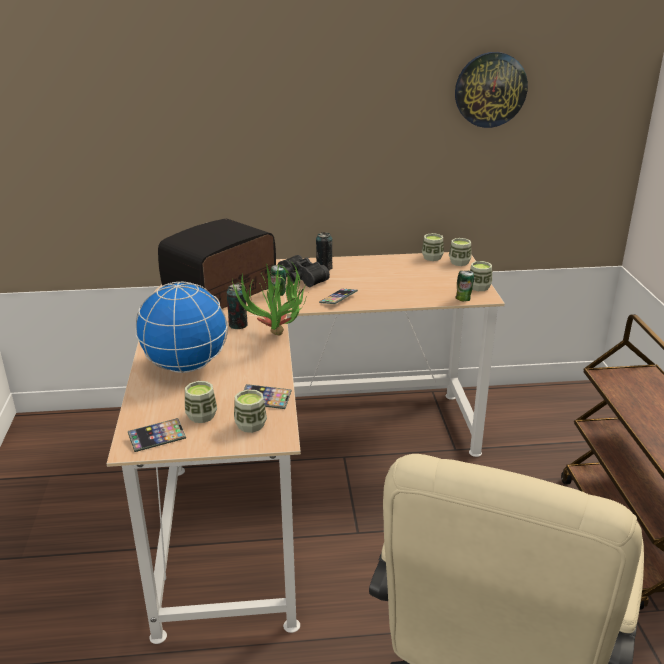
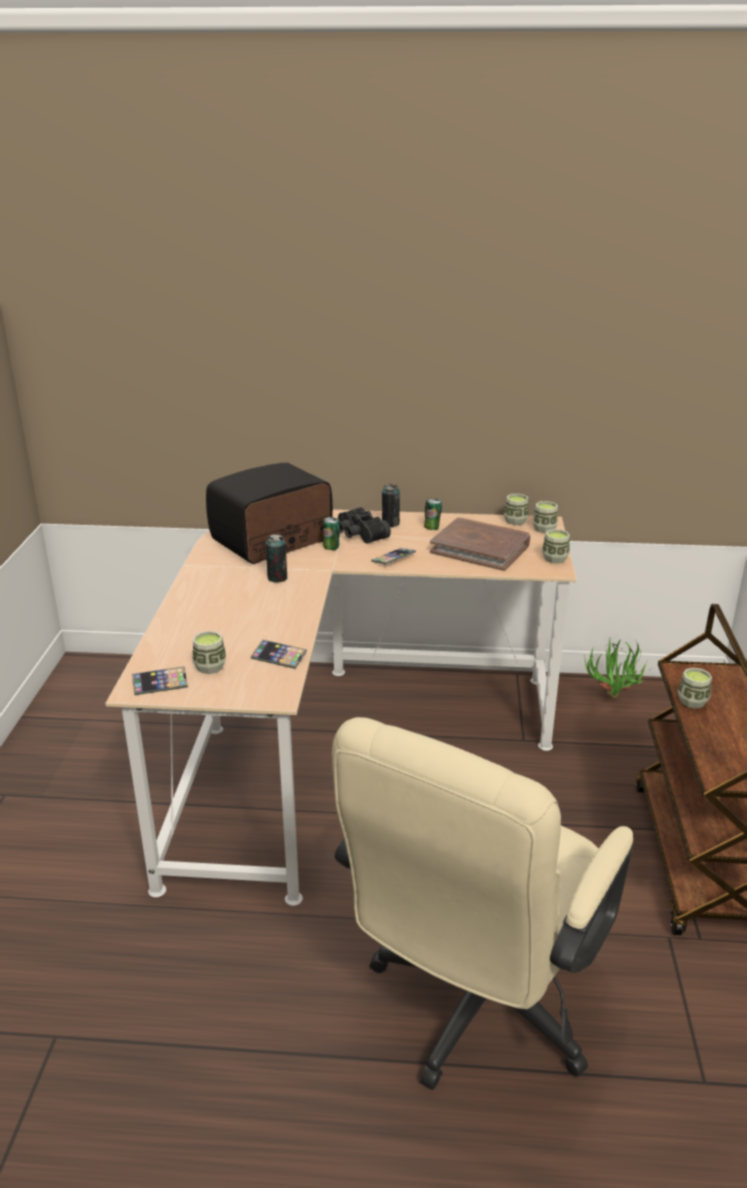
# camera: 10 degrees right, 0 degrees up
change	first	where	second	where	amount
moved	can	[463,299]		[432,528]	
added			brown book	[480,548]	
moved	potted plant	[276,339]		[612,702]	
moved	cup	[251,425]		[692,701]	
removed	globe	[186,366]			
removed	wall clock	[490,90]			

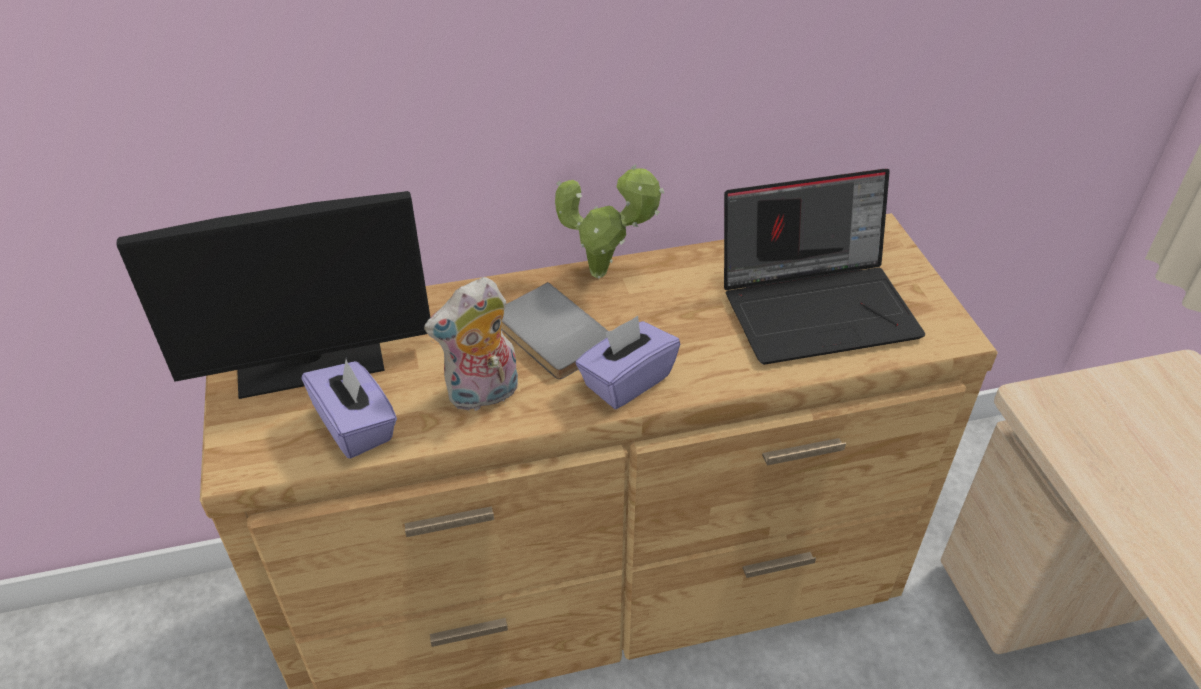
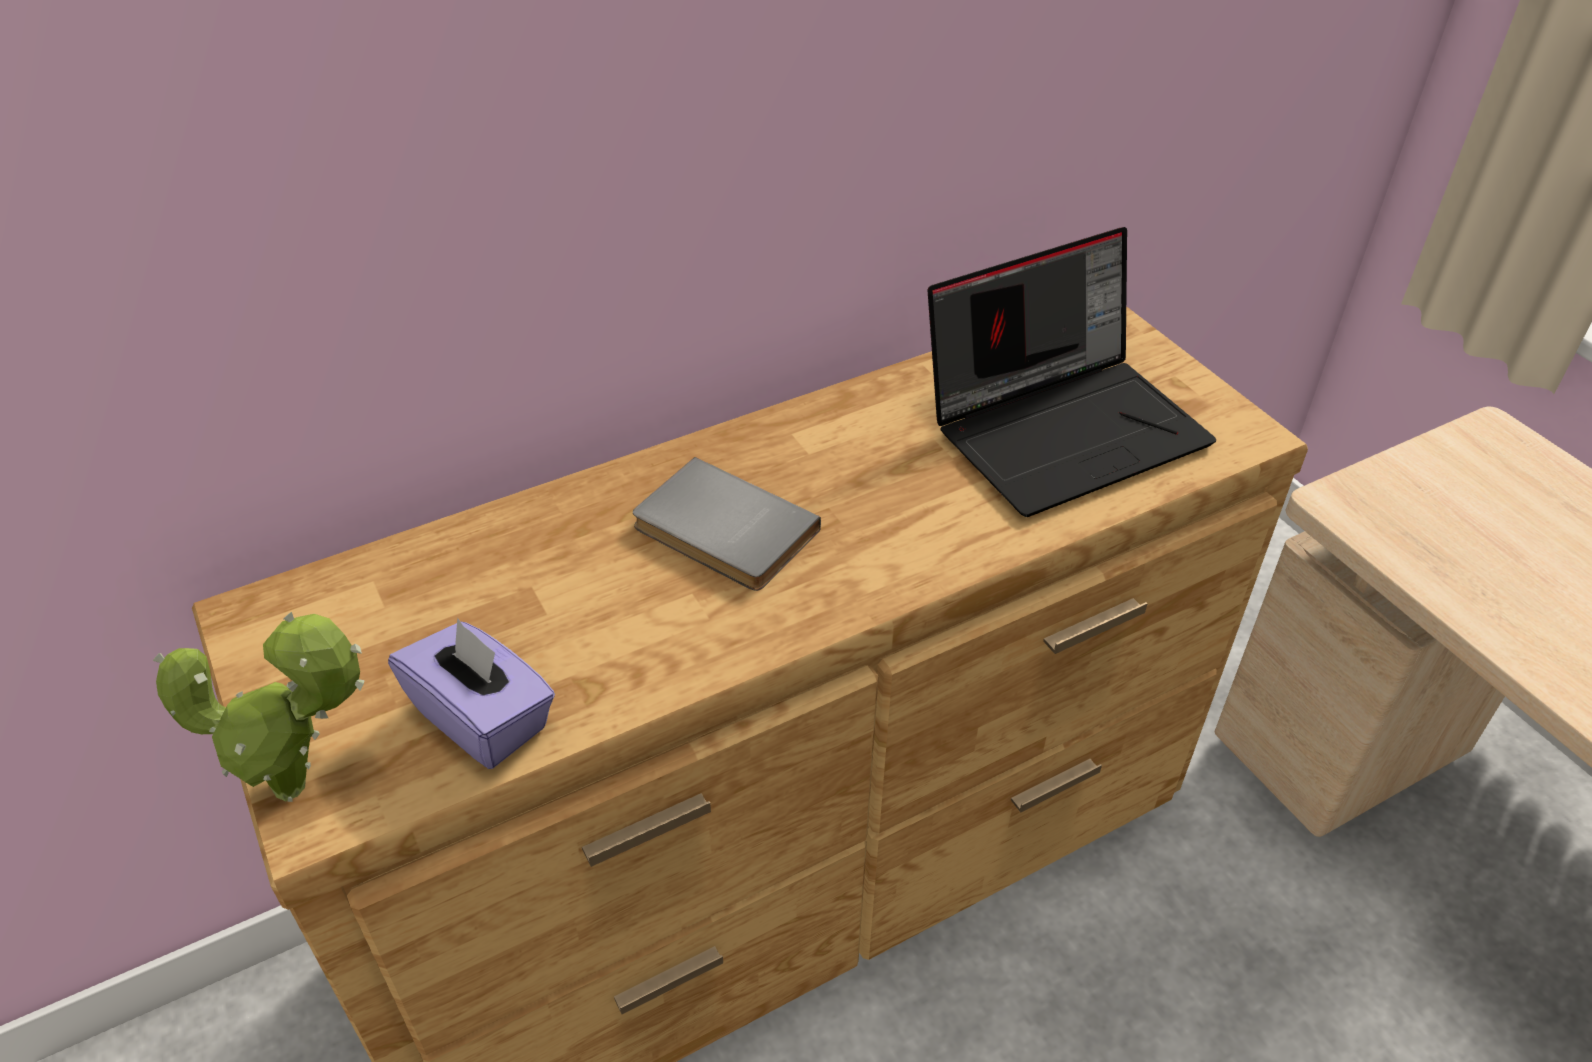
# camera: 15 degrees left, 0 degrees up
change	first	where	second	where	amount
moved	potted plant	[605,273]		[302,786]	
removed	monitor	[310,362]			
removed	plush toy	[483,395]			
removed	purple tissue box	[626,381]			

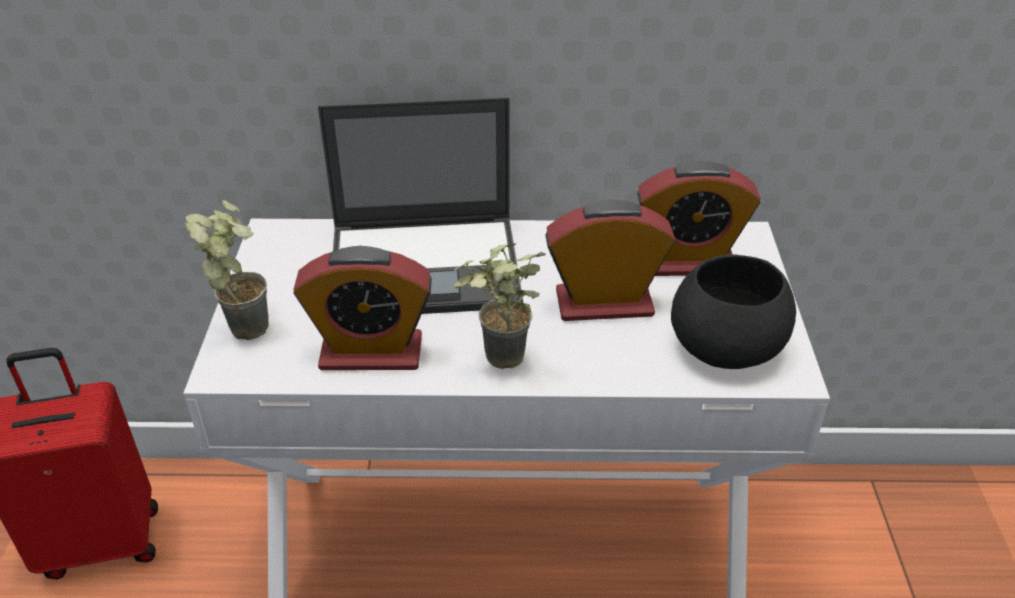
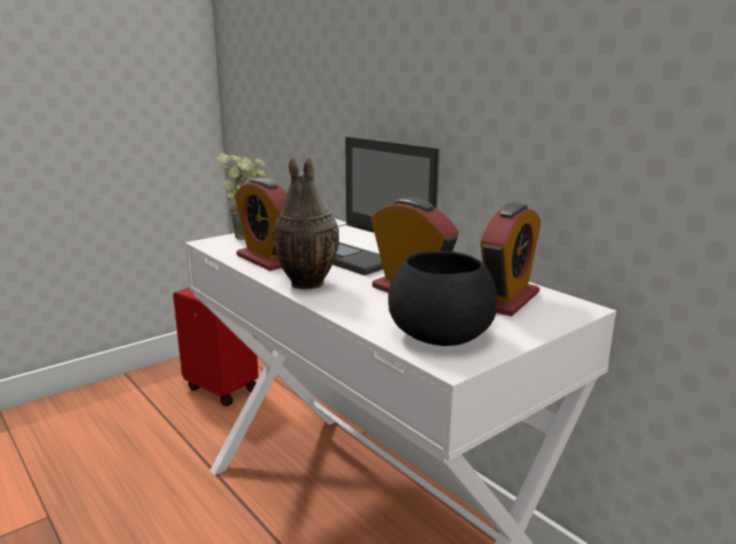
# camera: 50 degrees right, 20 degrees down
change	first	where	second	where	amount
replaced	potted plant	[497,363]	vase	[305,284]	
turned	alarm clock	[688,262]		[506,300]	105 degrees counterclockwise

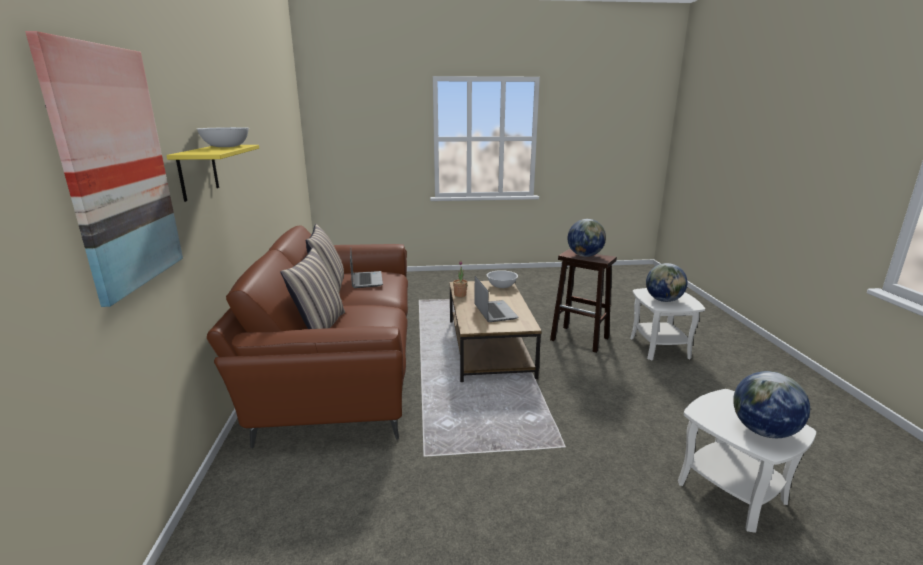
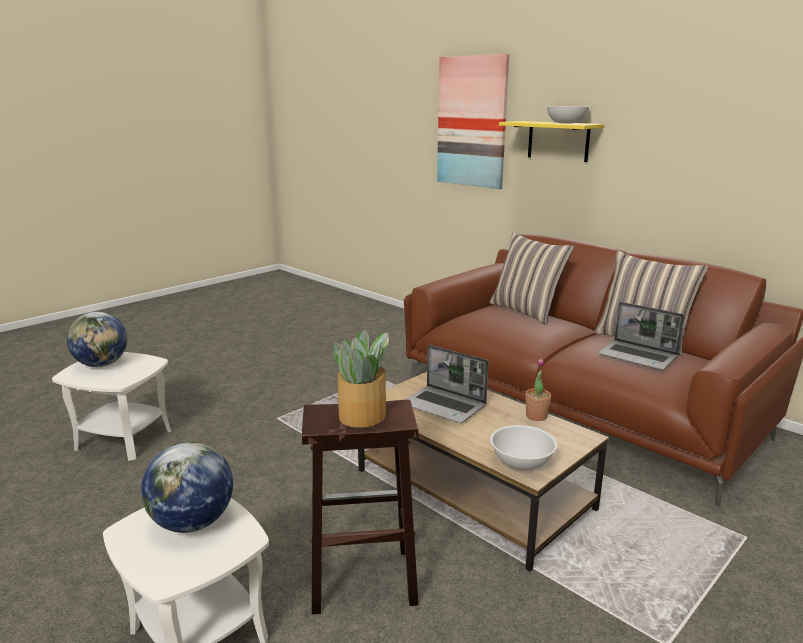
# camera: 140 degrees right, 0 degrees up
change	first	where	second	where	amount
replaced	globe	[585,255]	potted plant	[363,415]	

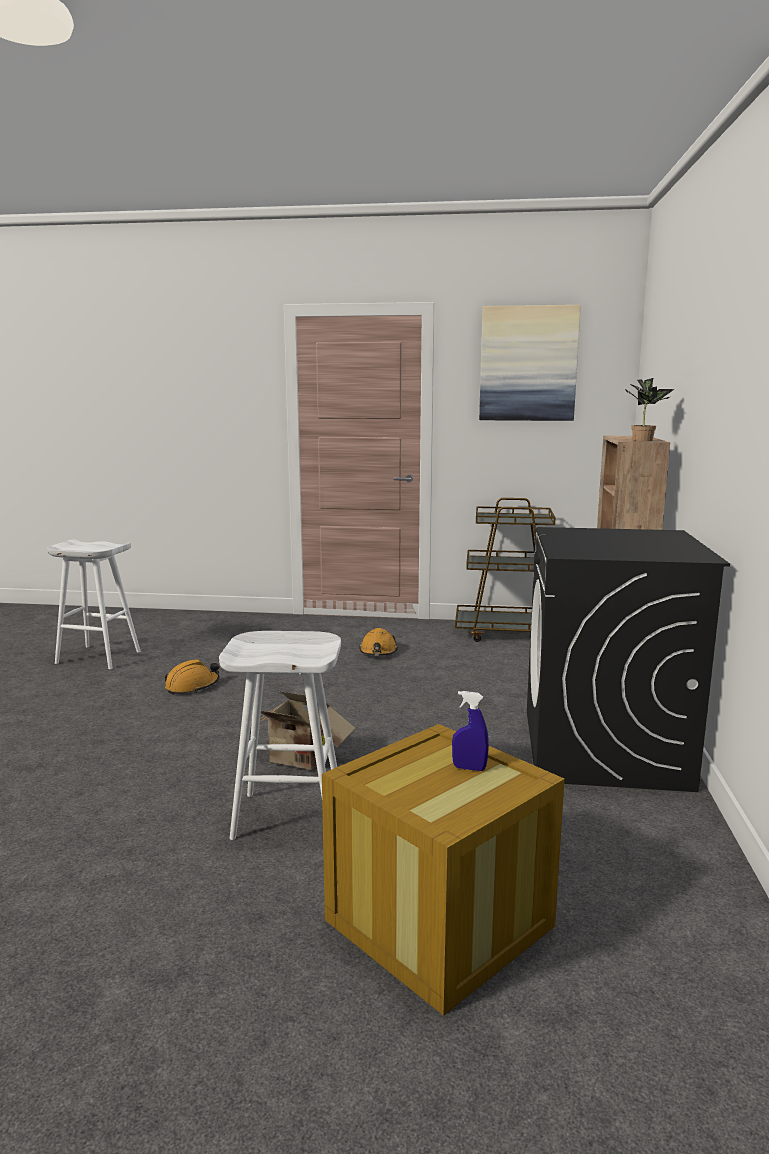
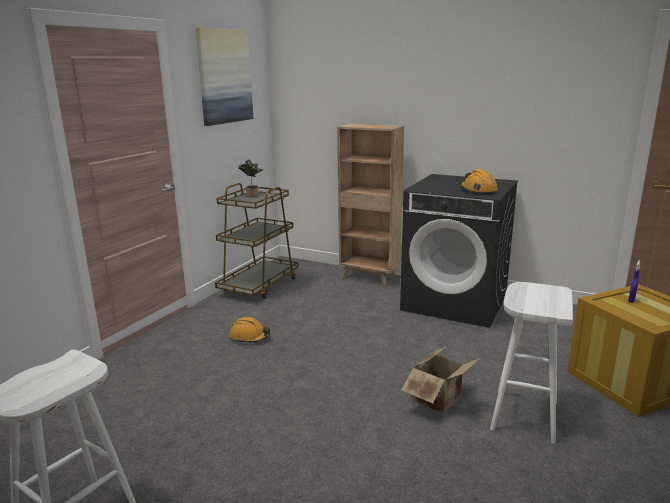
# camera: 70 degrees left, 5 degrees up
change	first	where	second	where	amount
moved	potted plant	[644,440]		[252,194]	
moved	orange hard hat	[192,686]		[478,190]	

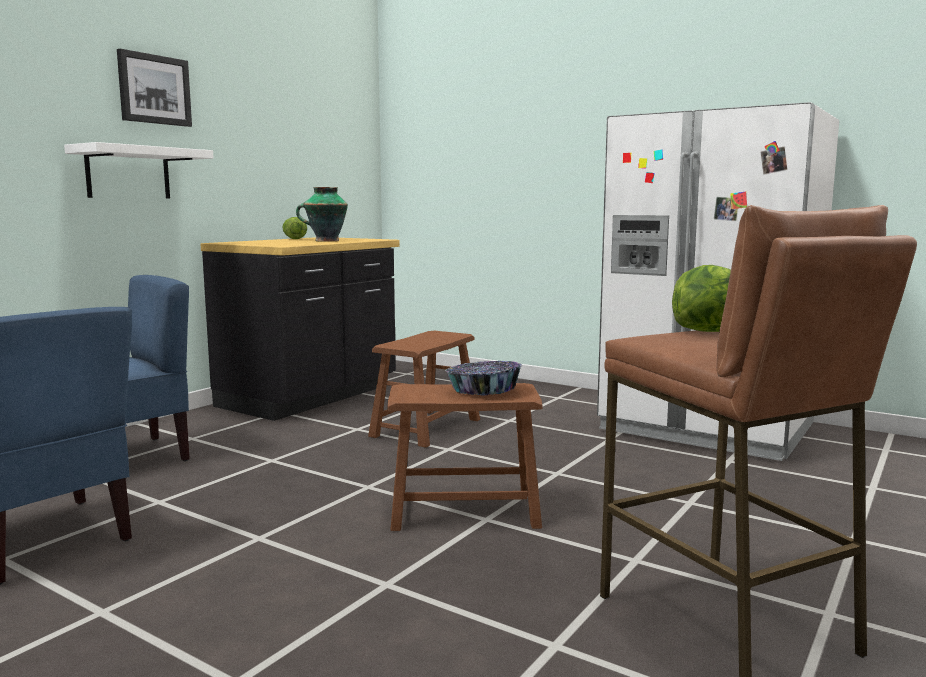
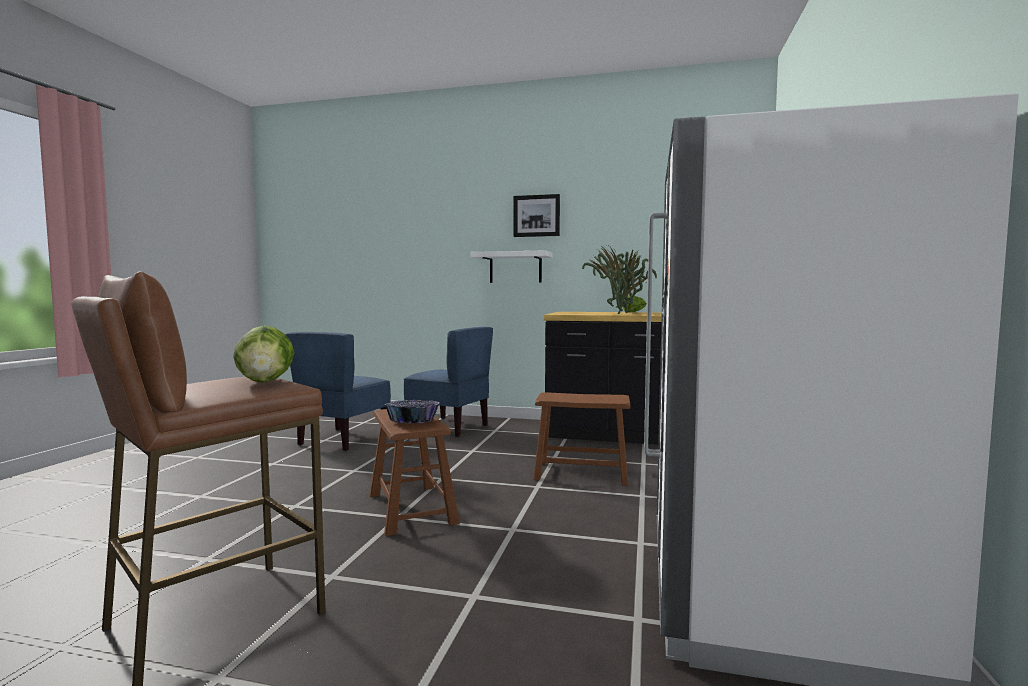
# camera: 70 degrees right, 5 degrees down
change	first	where	second	where	amount
replaced	vase	[325,241]	potted plant	[620,313]	

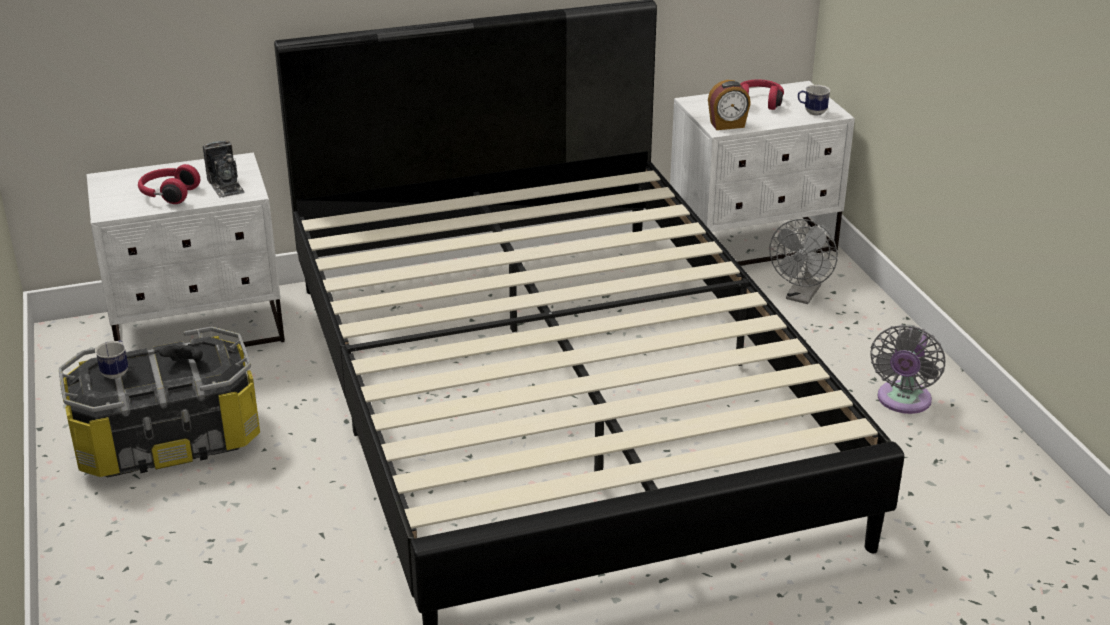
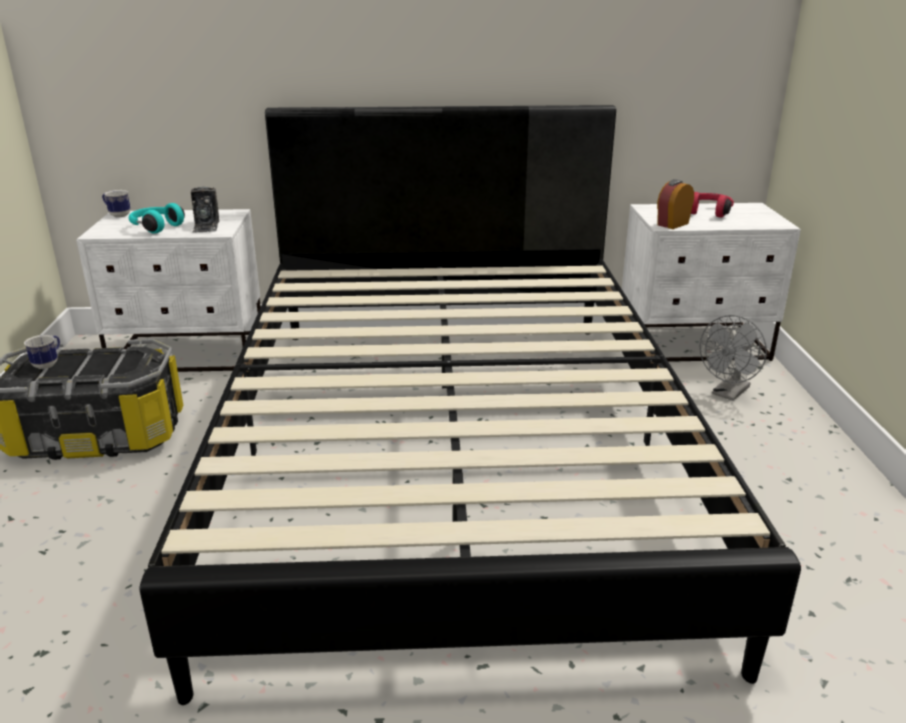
# camera: 15 degrees right, 5 degrees down
change	first	where	second	where	amount
moved	mug	[812,112]		[117,215]	
recoloured	red headphones	[168,194]	turquoise headphones	[156,227]	
turned	alarm clock	[727,125]		[672,224]	135 degrees clockwise
removed	black game controller	[185,364]			
removed	grey fan	[902,401]			

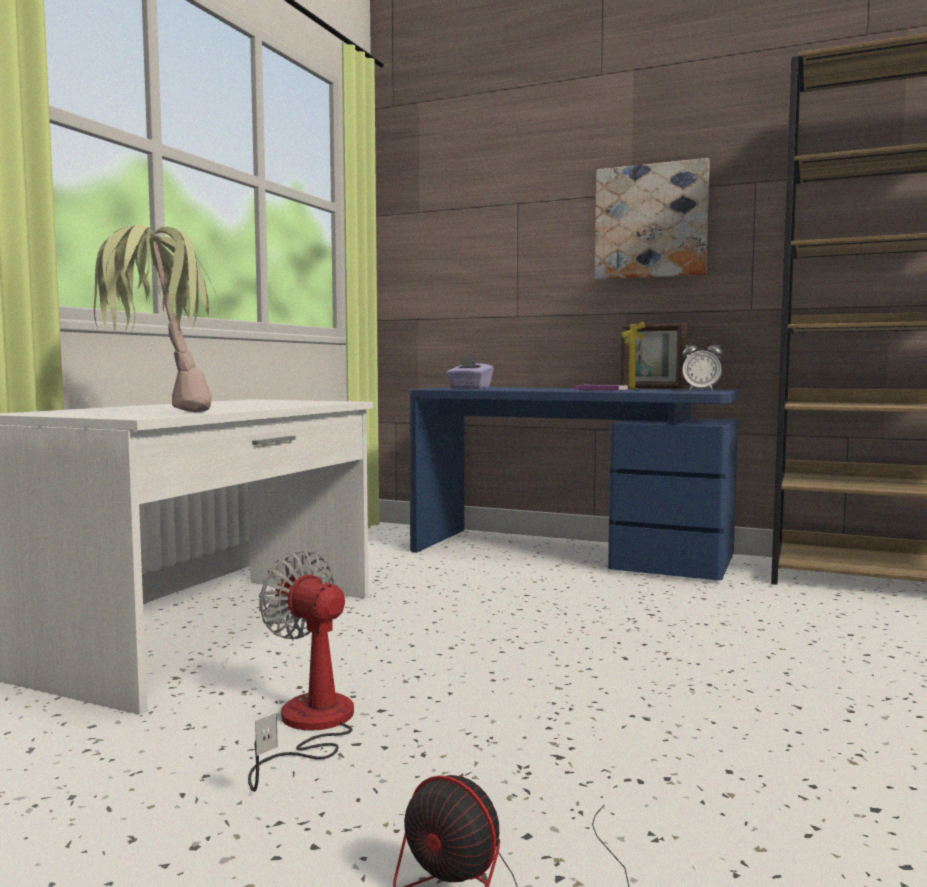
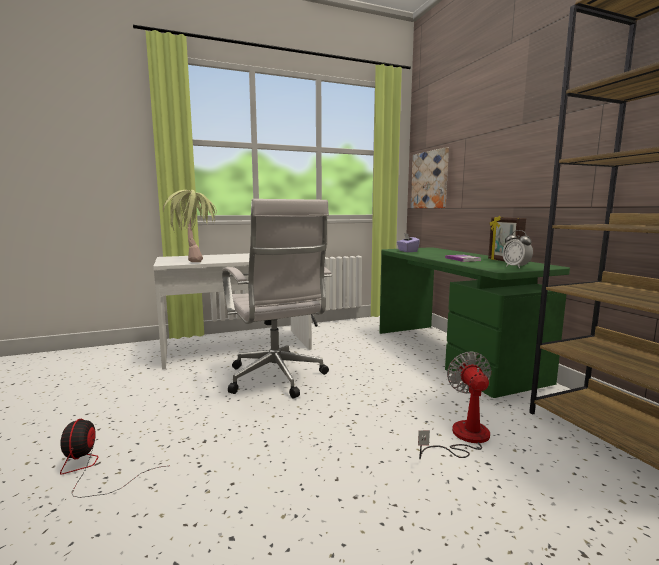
# camera: 45 degrees right, 5 degrees up
change	first	where	second	where	amount
added			white office chair	[277,379]	
recoloured	blue desk	[569,553]	green desk	[452,354]	
moved	picture	[651,222]		[430,180]	
moved	fan	[309,727]		[462,438]	

